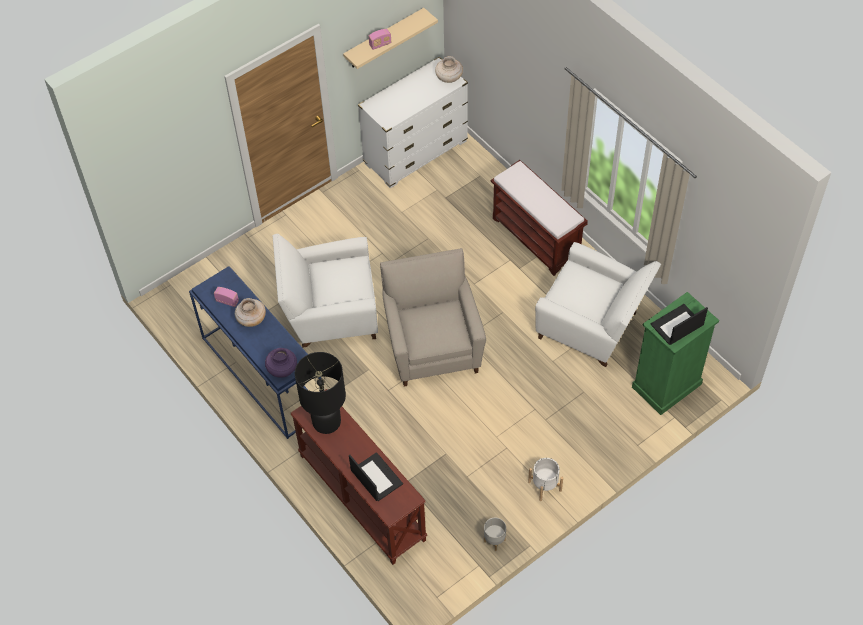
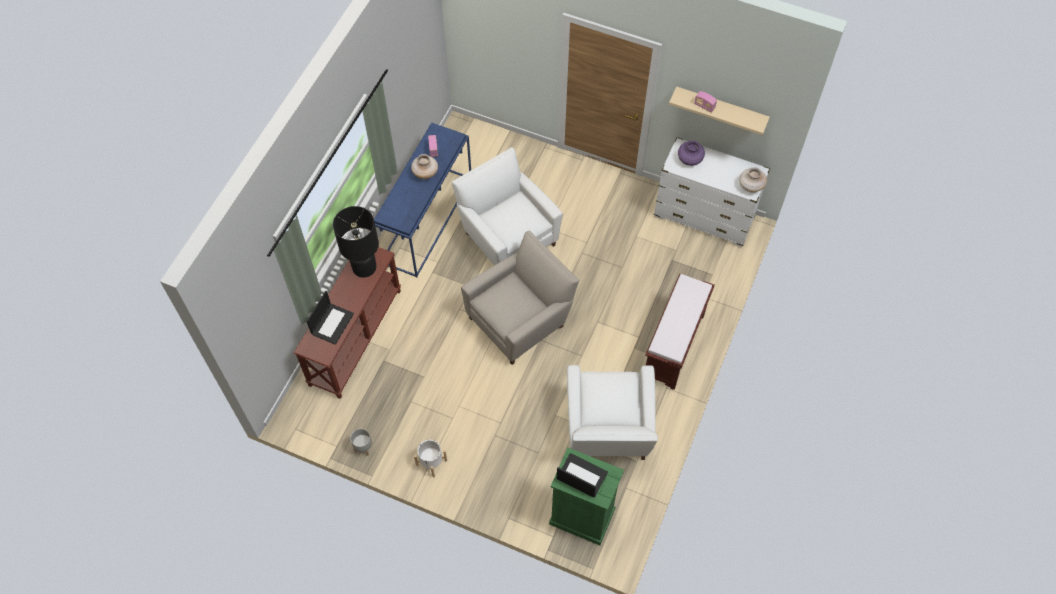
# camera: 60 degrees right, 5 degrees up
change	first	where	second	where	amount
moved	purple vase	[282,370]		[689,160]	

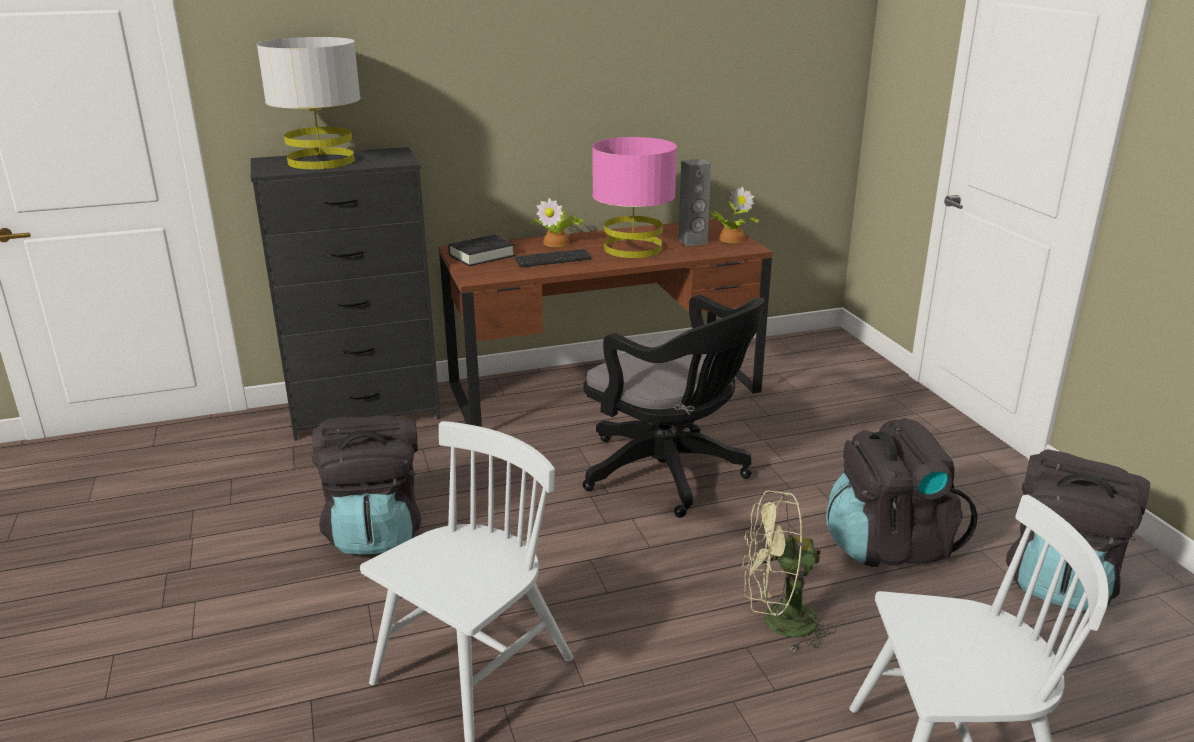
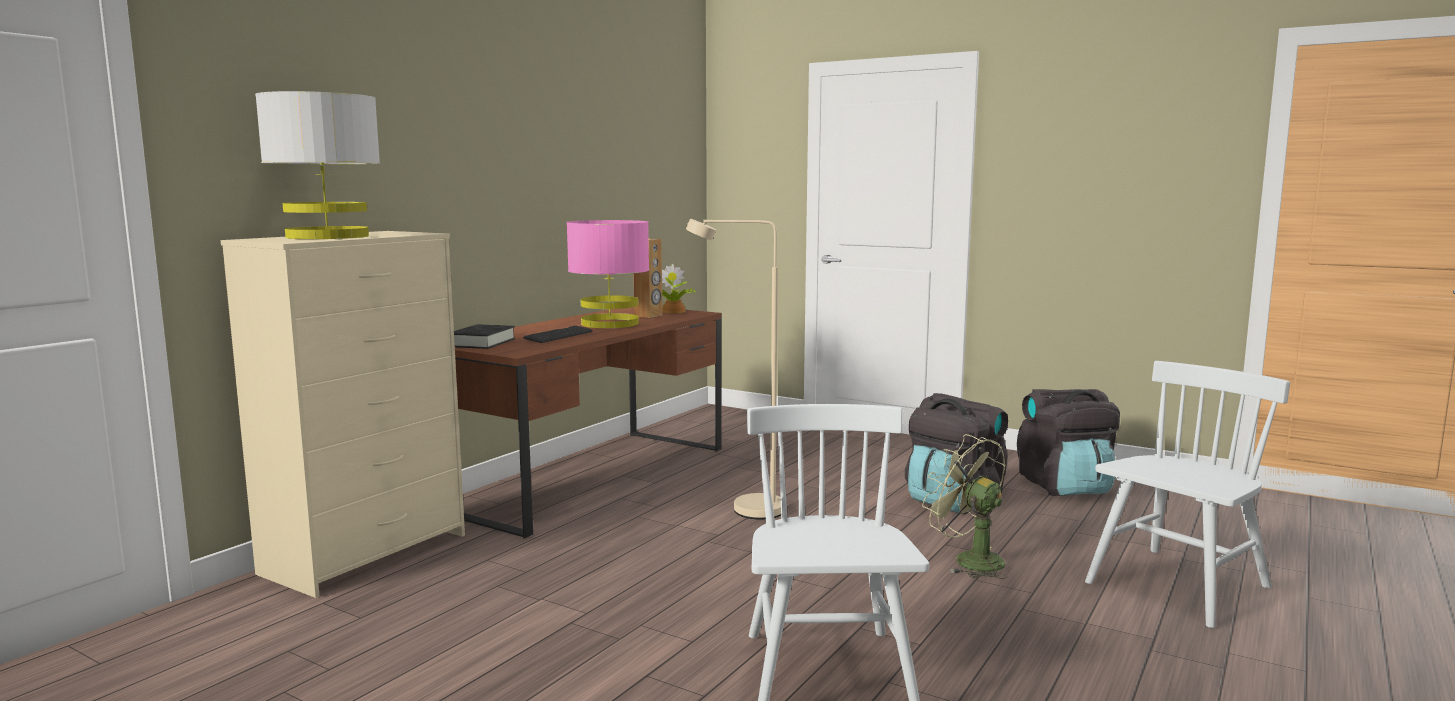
# camera: 40 degrees left, 15 degrees down
change	first	where	second	where	amount
recoloured	black dresser	[366,412]	beige dresser	[367,553]	
recoloured	grey speaker	[693,242]	brown speaker	[648,315]	
replaced	black office chair	[670,474]	beige floor lamp	[744,510]	
turned	green fan	[778,622]		[968,560]	90 degrees clockwise
removed	black backpack	[376,531]			
removed	potted plant	[557,242]			

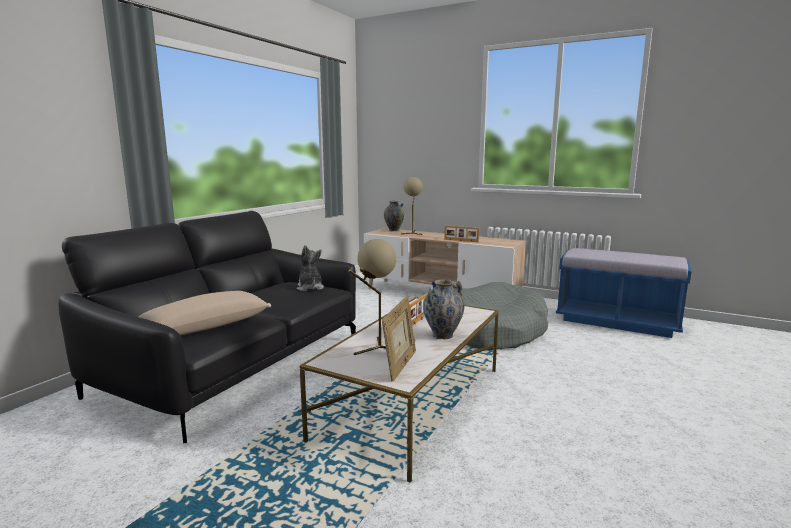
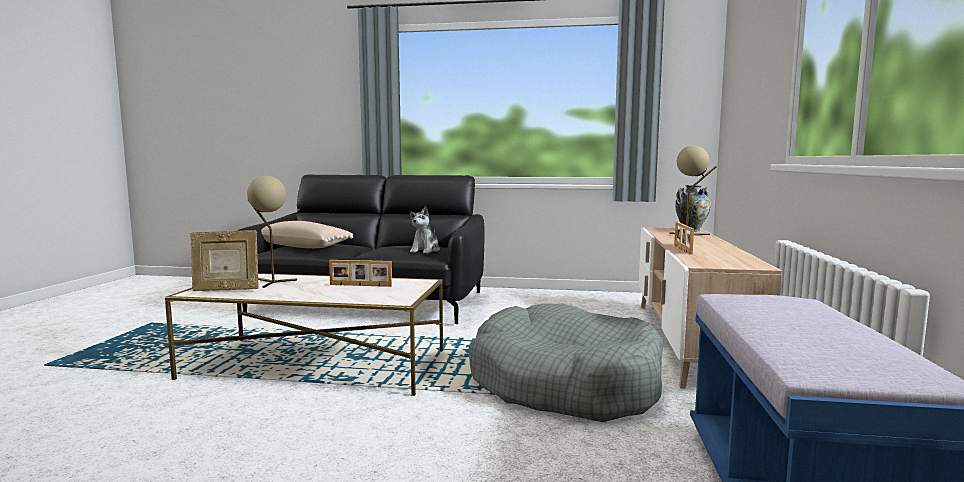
# camera: 70 degrees right, 5 degrees down
change	first	where	second	where	amount
turned	plush toy	[310,288]		[425,250]	150 degrees clockwise
removed	vase	[442,335]			

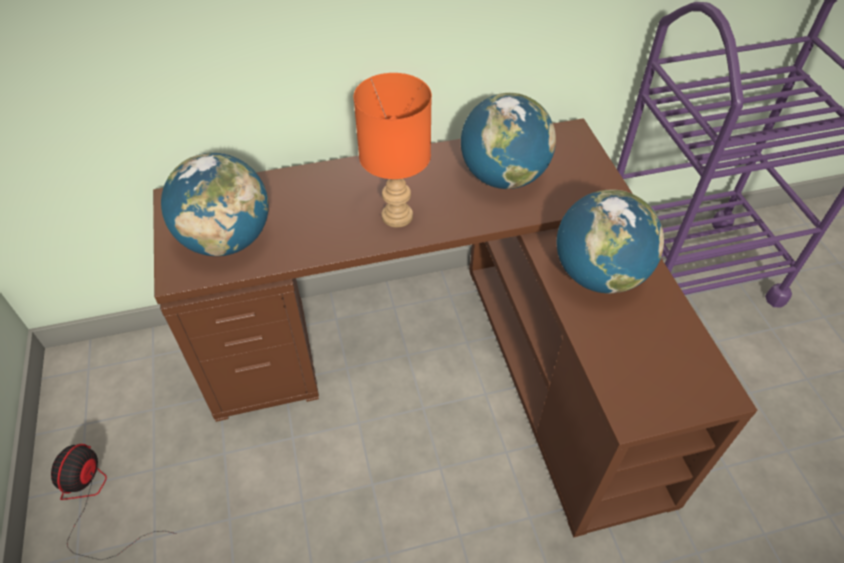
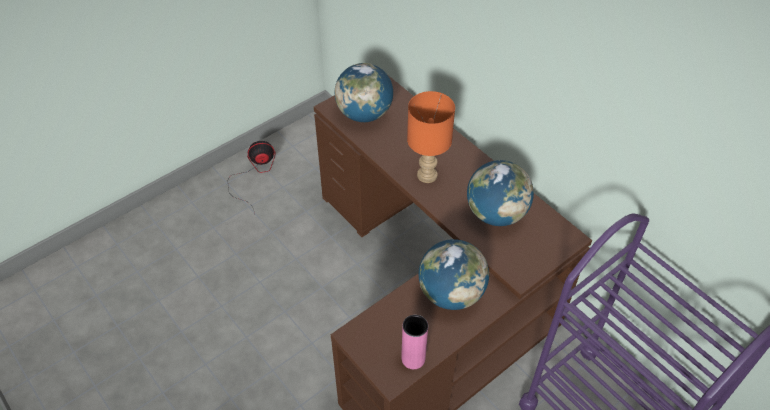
# camera: 65 degrees right, 0 degrees up
change	first	where	second	where	amount
added			pink vase	[413,358]	

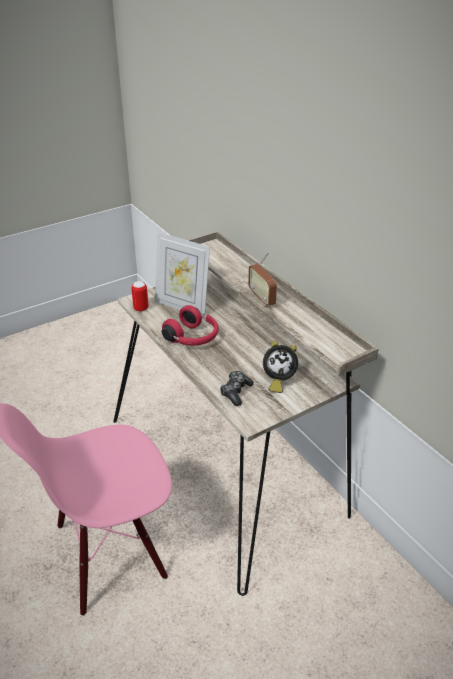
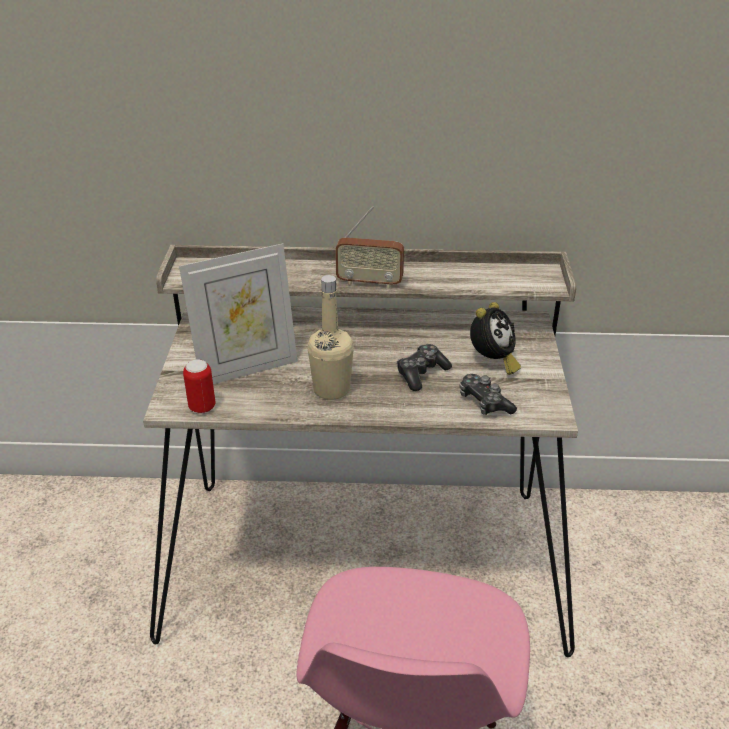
# camera: 55 degrees left, 0 degrees up
change	first	where	second	where	amount
replaced	red headphones	[193,338]	beige bottle	[331,389]	
added			game controller	[421,373]	

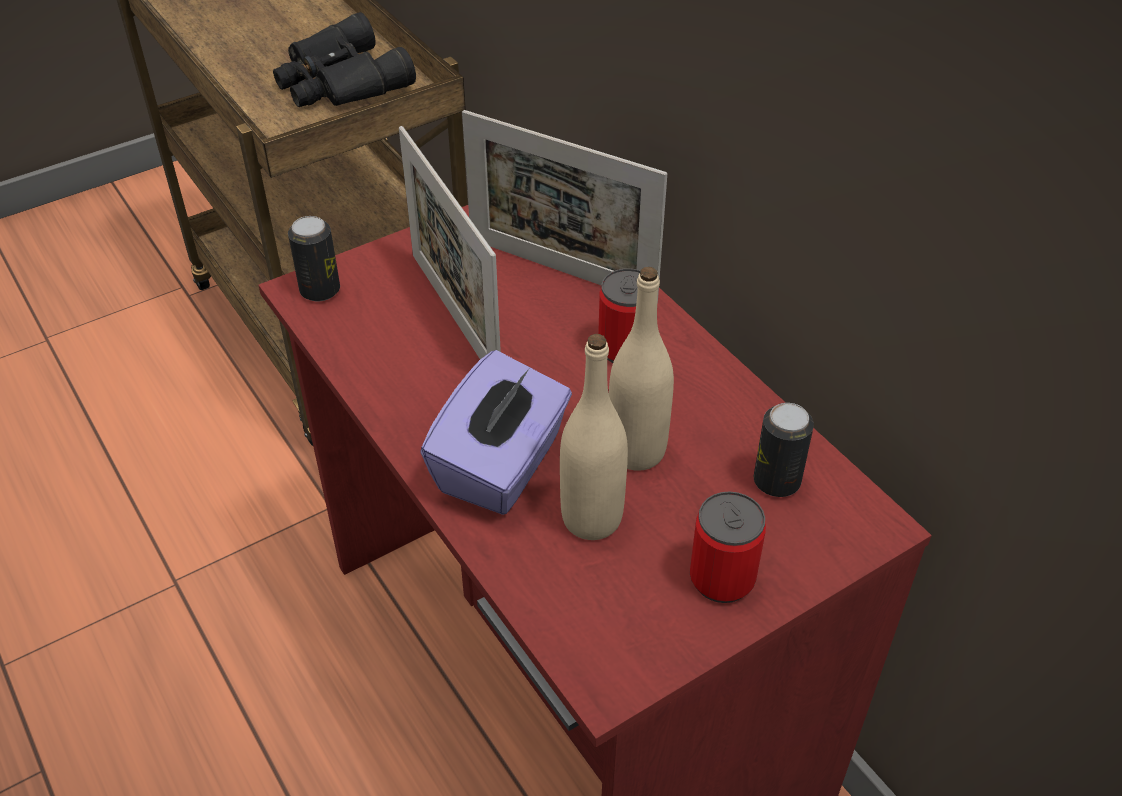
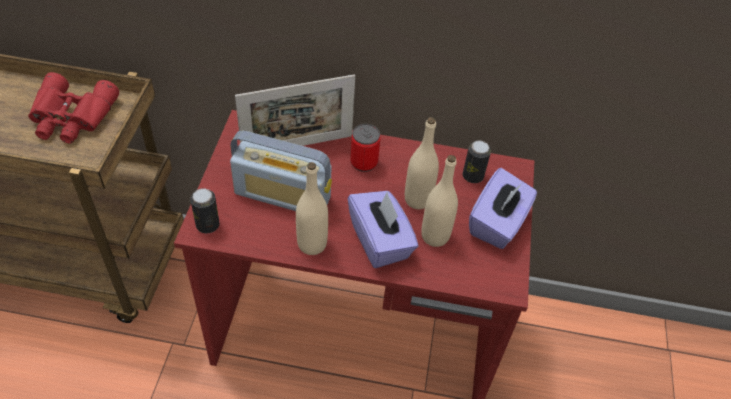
# camera: 50 degrees left, 5 degrees up
change	first	where	second	where	amount
recoloured	black binoculars	[339,82]	red binoculars	[71,117]	
replaced	picture frame	[455,317]	radio	[282,196]	
added			beige bottle	[312,244]	
replaced	can	[722,579]	purple tissue box	[498,224]	

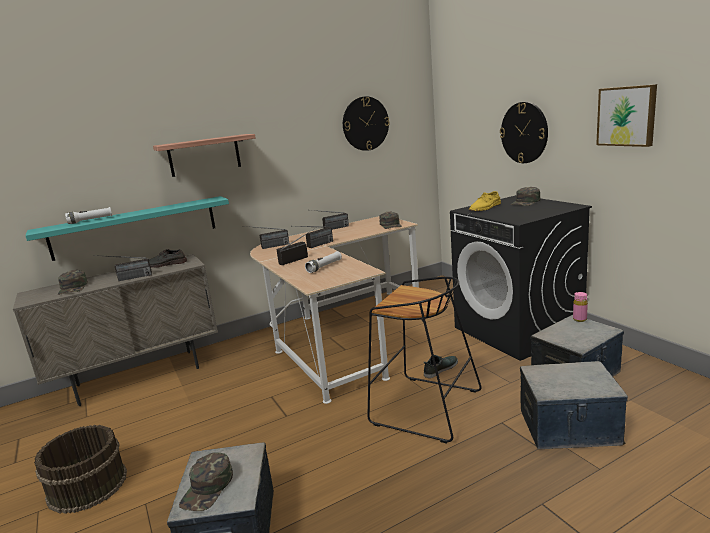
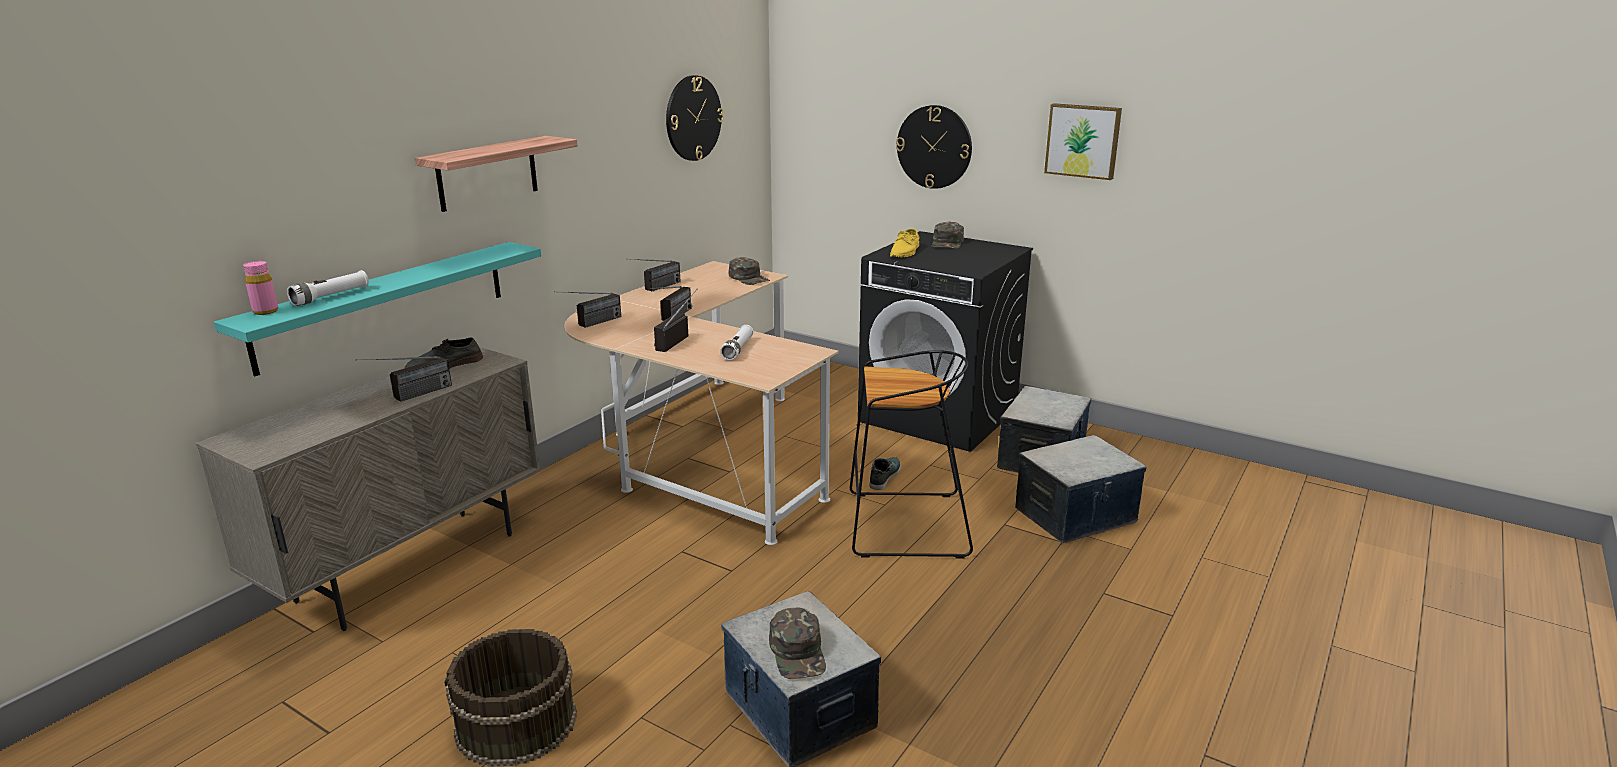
# camera: 30 degrees left, 5 degrees up
change	first	where	second	where	amount
moved	pink bottle	[579,319]		[265,311]	
removed	green cap	[73,288]			

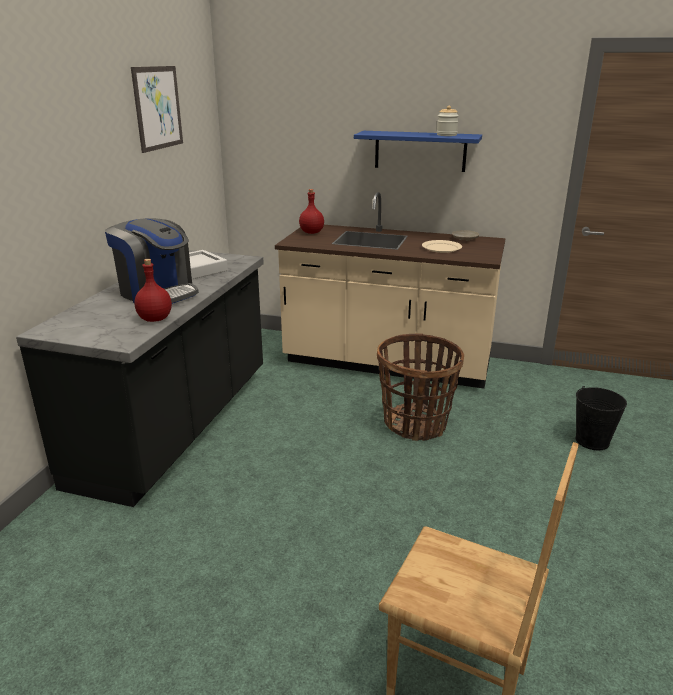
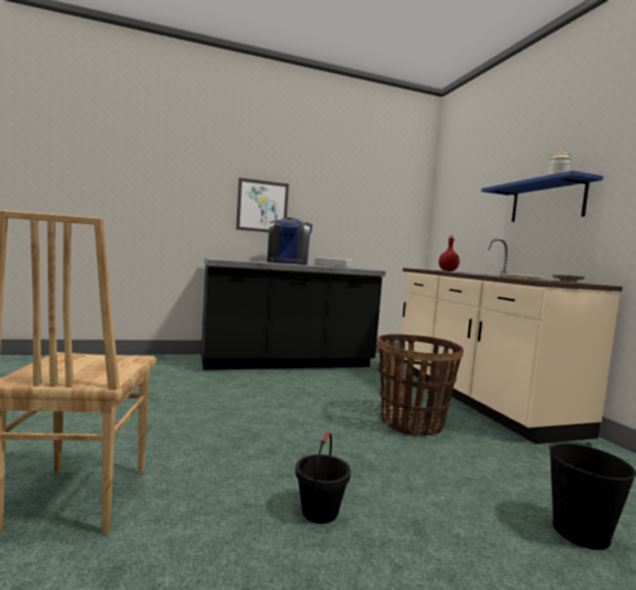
# camera: 55 degrees right, 20 degrees down
change	first	where	second	where	amount
moved	picture	[158,108]		[262,206]	
added			black bucket	[320,512]	
removed	red bottle	[155,319]			

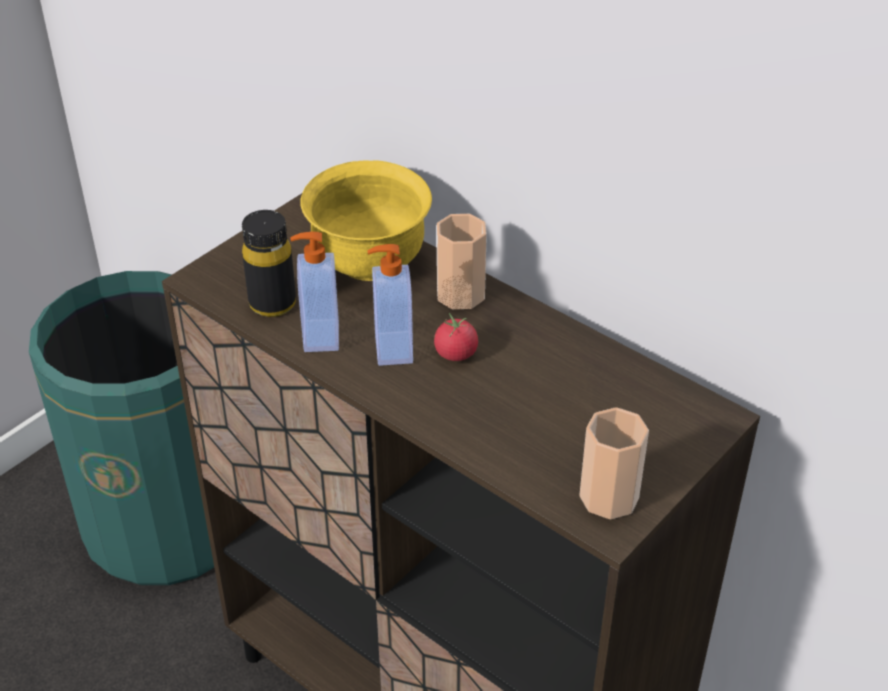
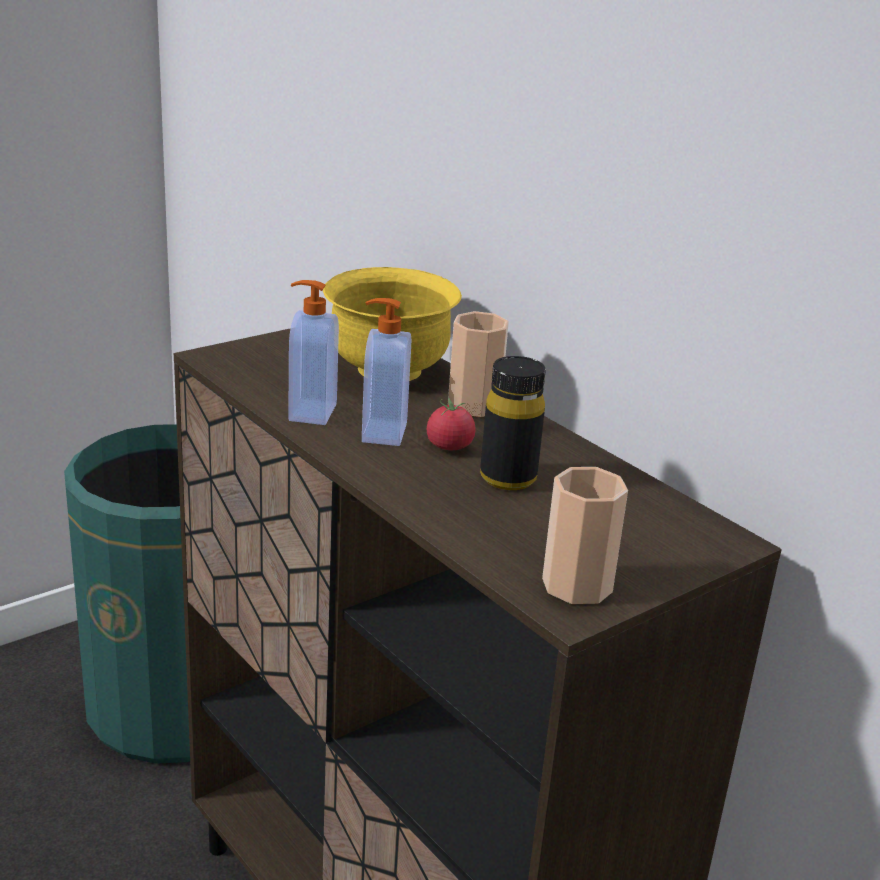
# camera: 10 degrees right, 15 degrees down
change	first	where	second	where	amount
moved	black bottle	[272,303]		[508,478]	

